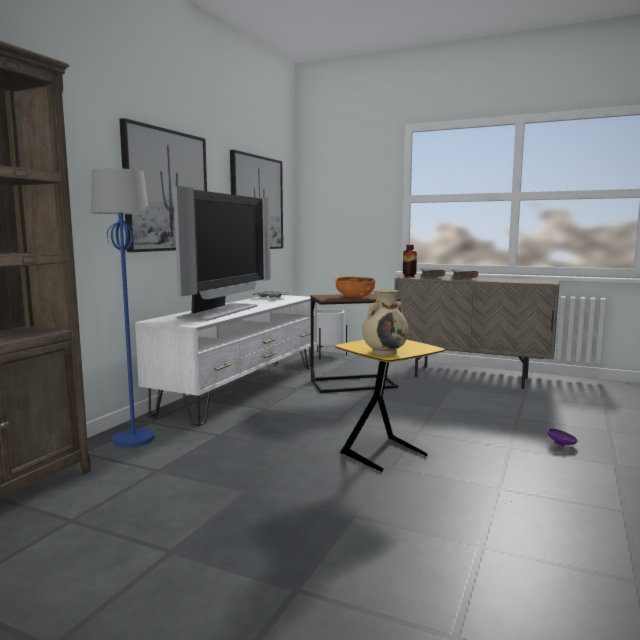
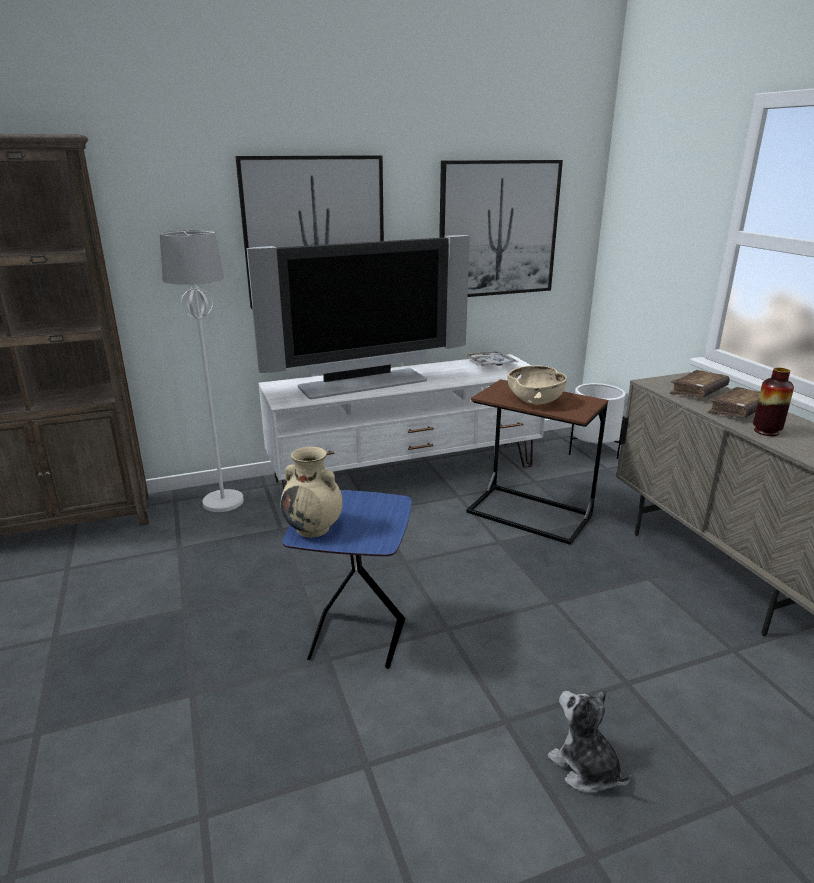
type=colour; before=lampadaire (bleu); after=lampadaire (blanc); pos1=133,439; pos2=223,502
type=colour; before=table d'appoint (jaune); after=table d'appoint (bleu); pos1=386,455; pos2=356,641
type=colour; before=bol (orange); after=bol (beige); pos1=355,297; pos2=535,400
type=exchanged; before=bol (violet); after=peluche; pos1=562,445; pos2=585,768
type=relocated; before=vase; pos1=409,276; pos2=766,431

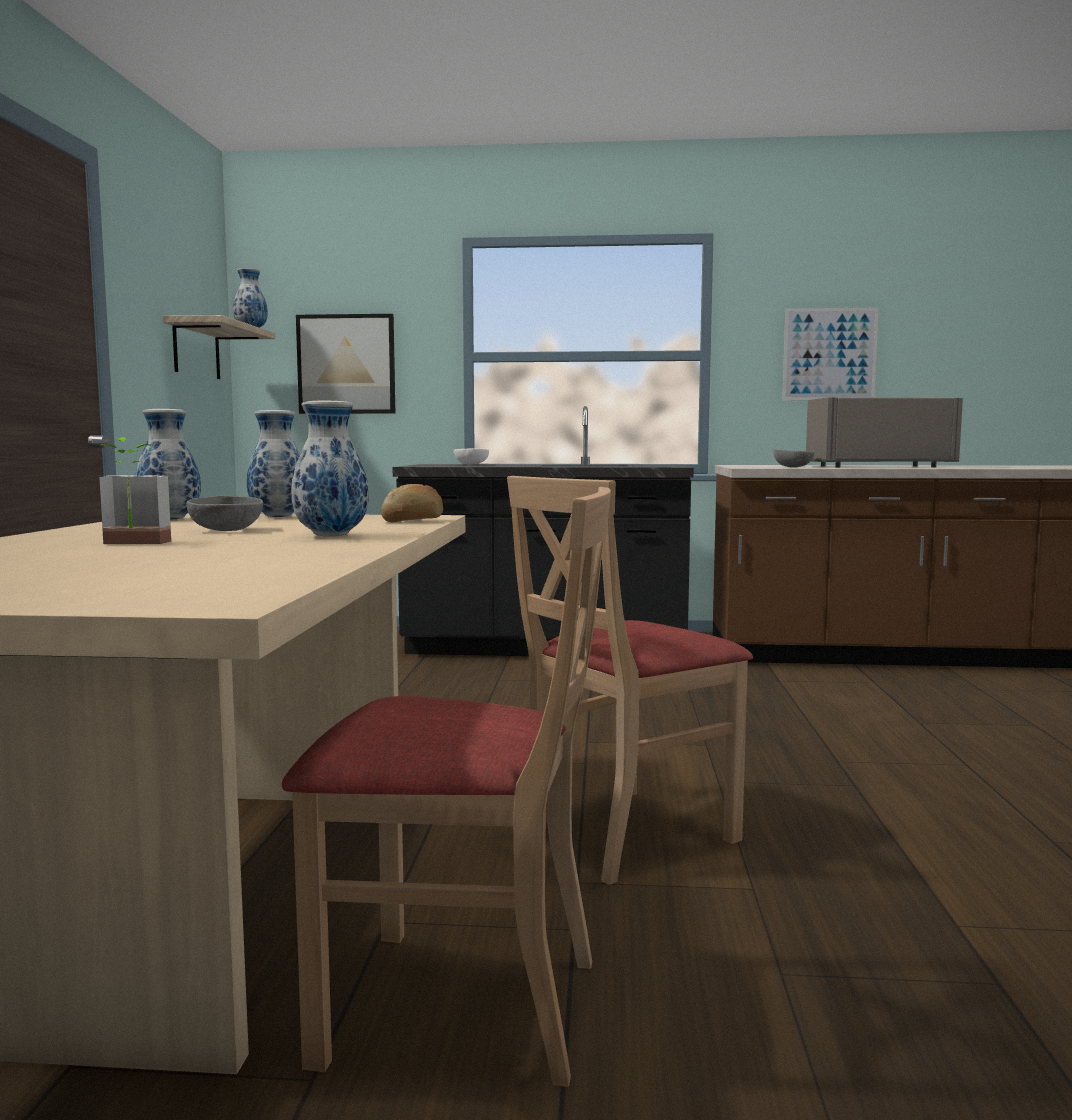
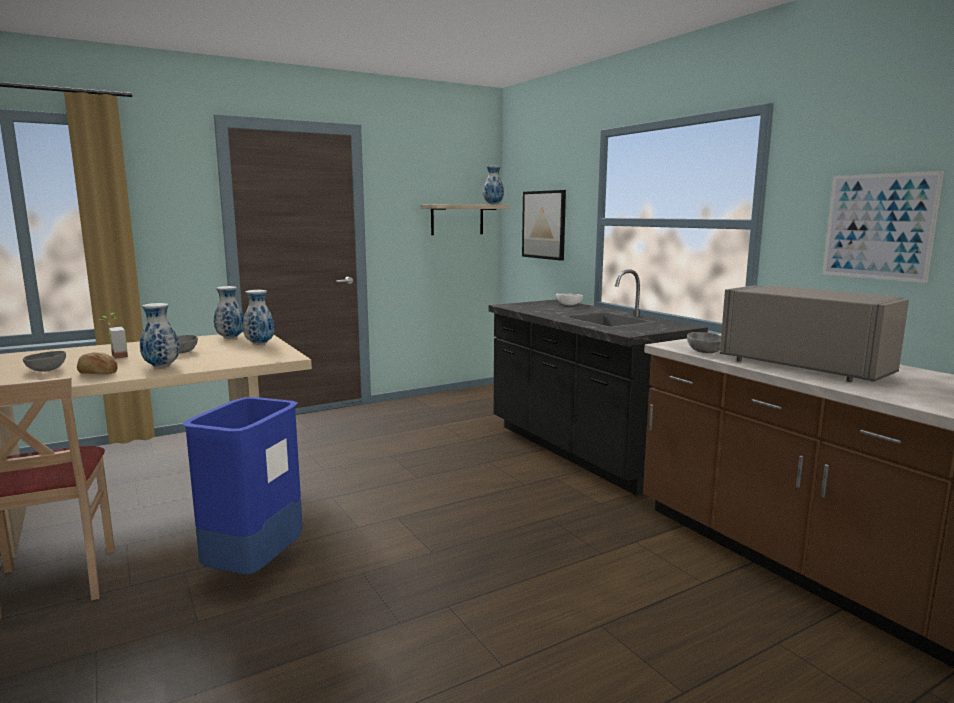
type=appeared; after=bol (gris); pos2=46,370
type=relocated; before=pain; pos1=414,521; pos2=97,374
type=exchanged; before=chaise (beige); after=poubelle (bleu); pos1=624,833; pos2=254,567

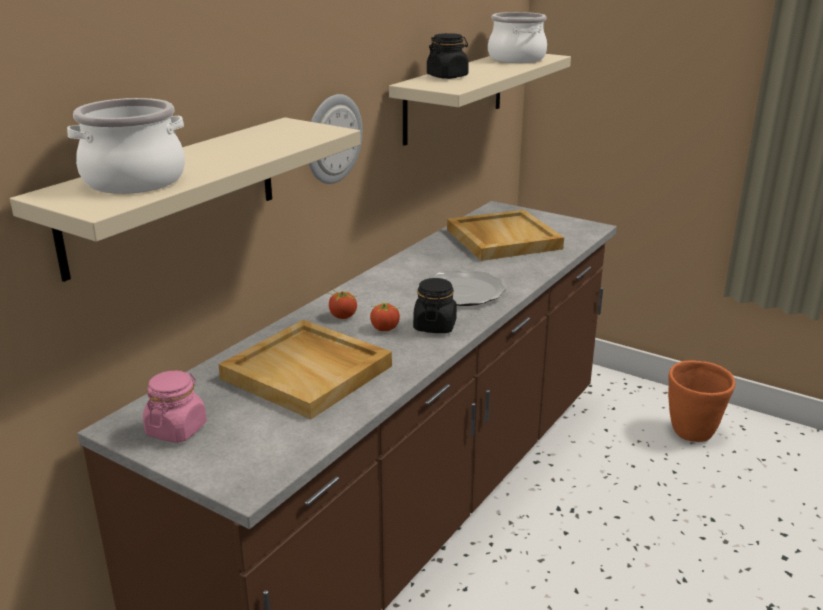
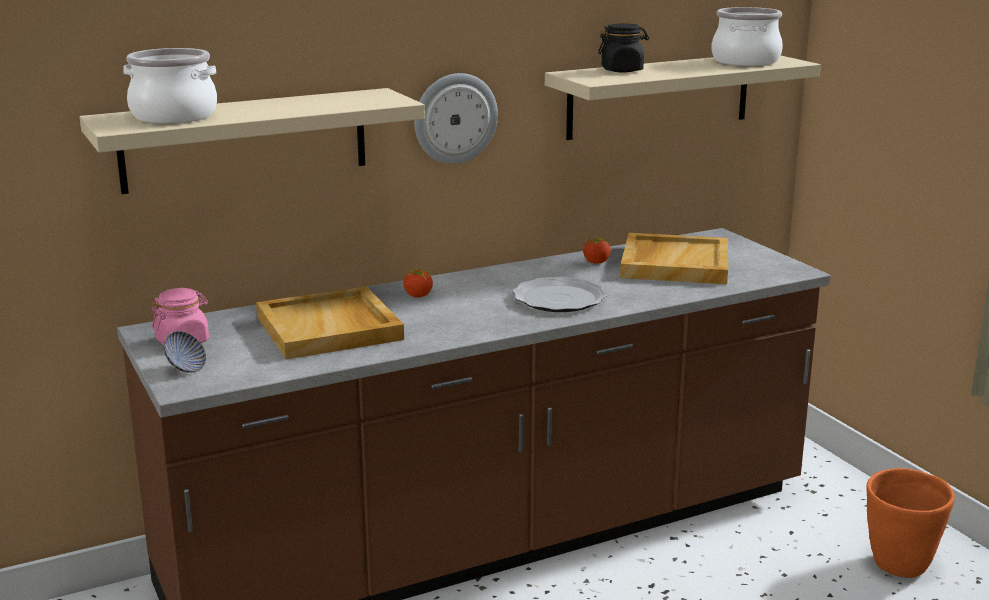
type=appeared; after=bol; pos2=186,368
type=relocated; before=tomate; pos1=385,329; pos2=596,262
type=missing; before=bocal (noir); pos1=435,326

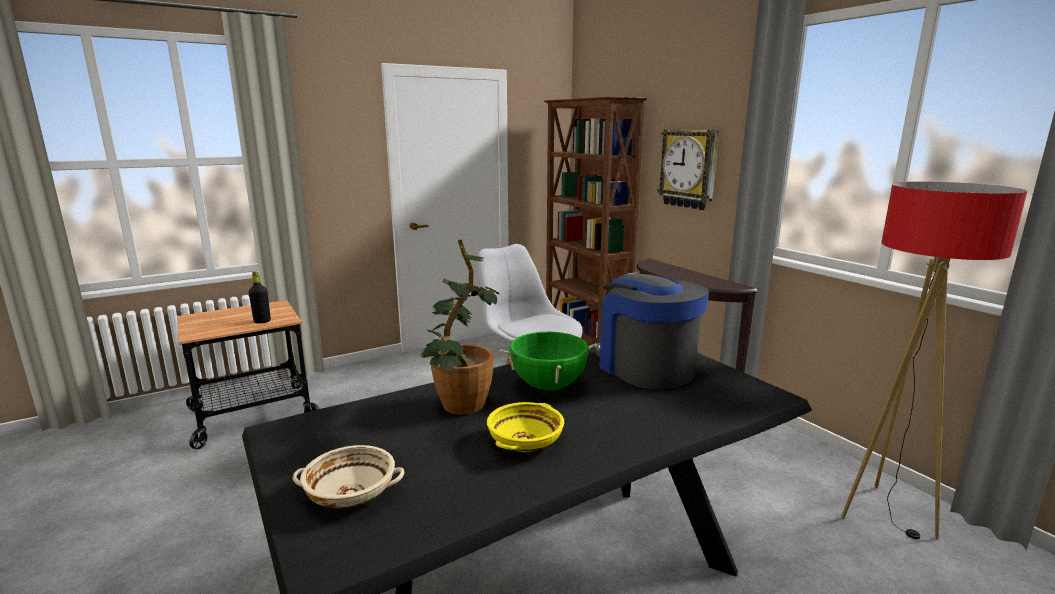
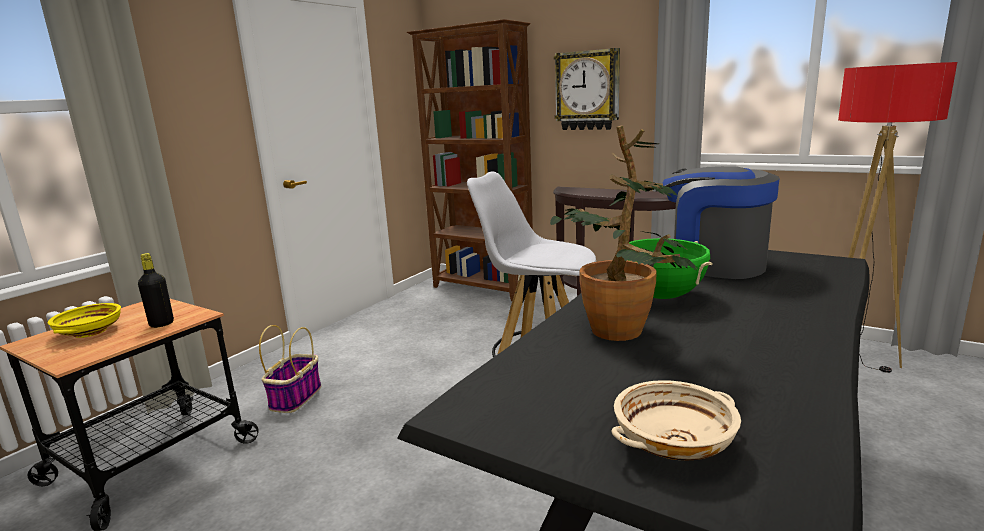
type=relocated; before=bol (jaune); pos1=525,442; pos2=90,332
type=appeared; after=panier; pos2=296,397

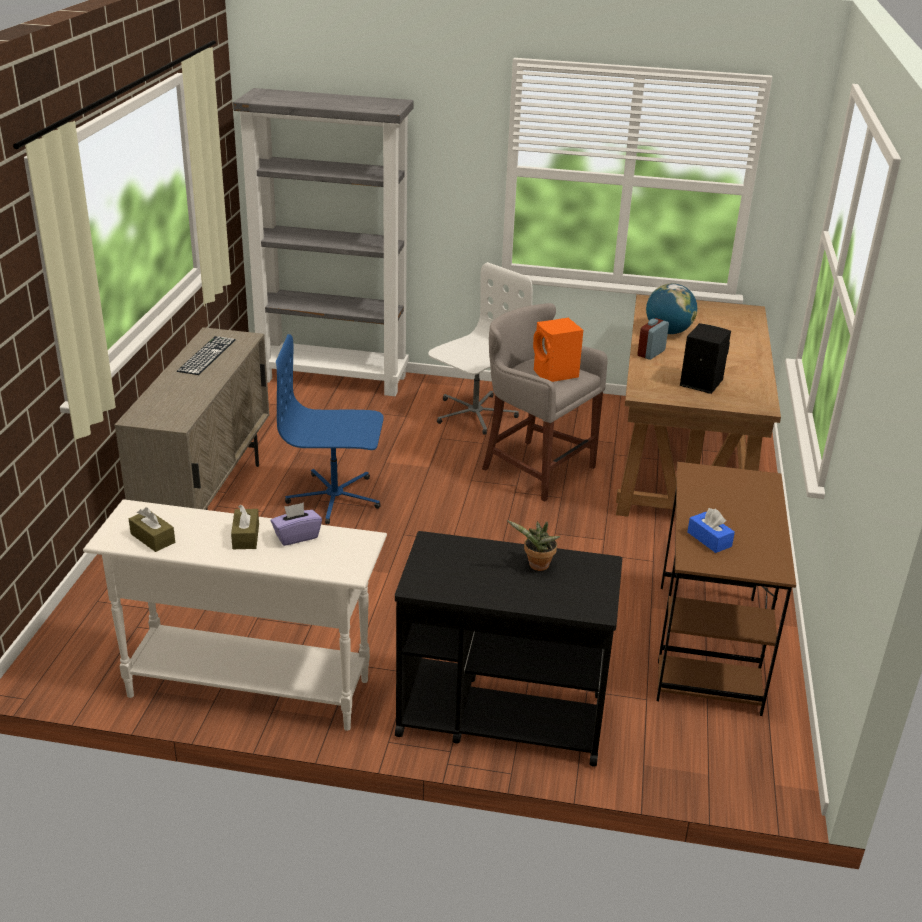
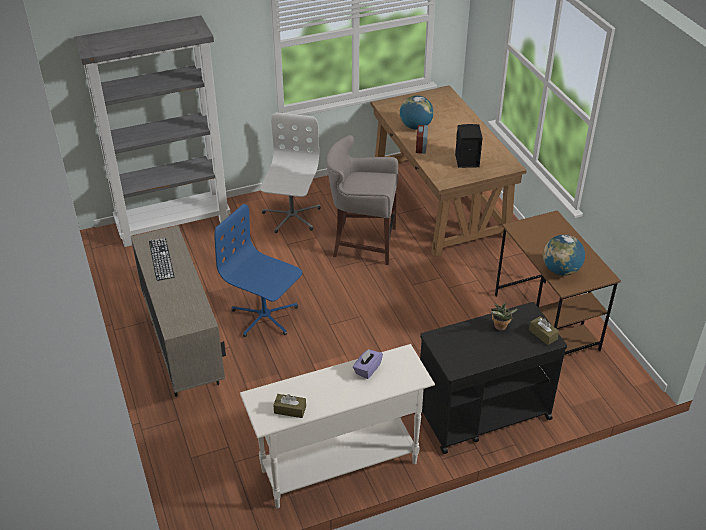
type=spun; before=chaise de bureau (bleu); pos1=335,498; pos2=264,317; turn=60
type=relocated; before=boîte à mouchoirs (marron); pos1=246,536; pos2=543,334
type=exchanged; before=boîte à mouchoirs (bleu); after=globe; pos1=709,539; pos2=561,270
type=missing; before=enceinte (orange); pos1=556,374

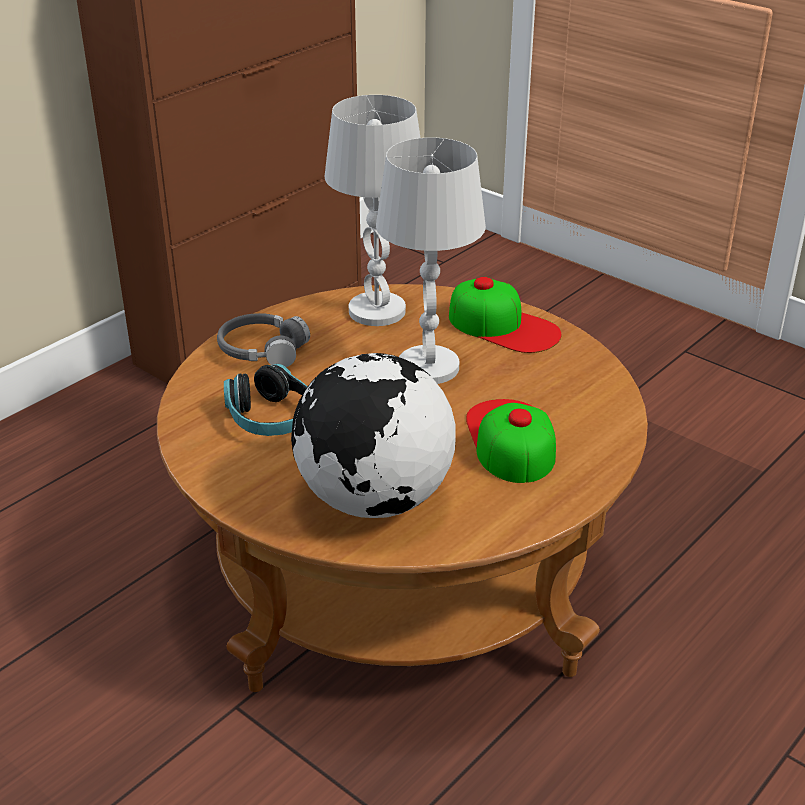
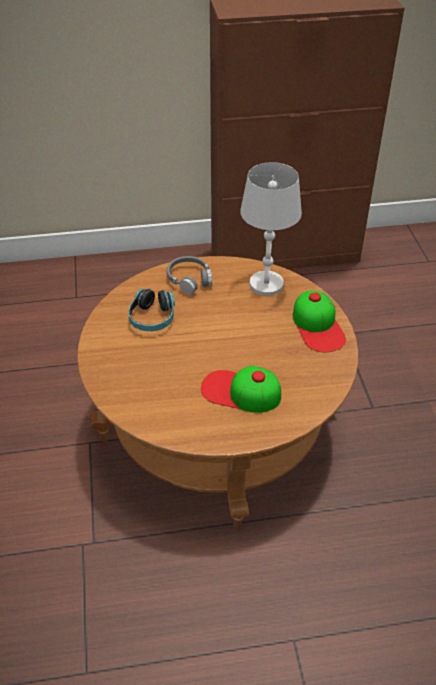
type=spun; before=casquette; pos1=510,439; pos2=240,391; turn=-105
type=missing; before=globe; pos1=374,500
type=missing; before=lampe de table (blanc); pos1=428,367

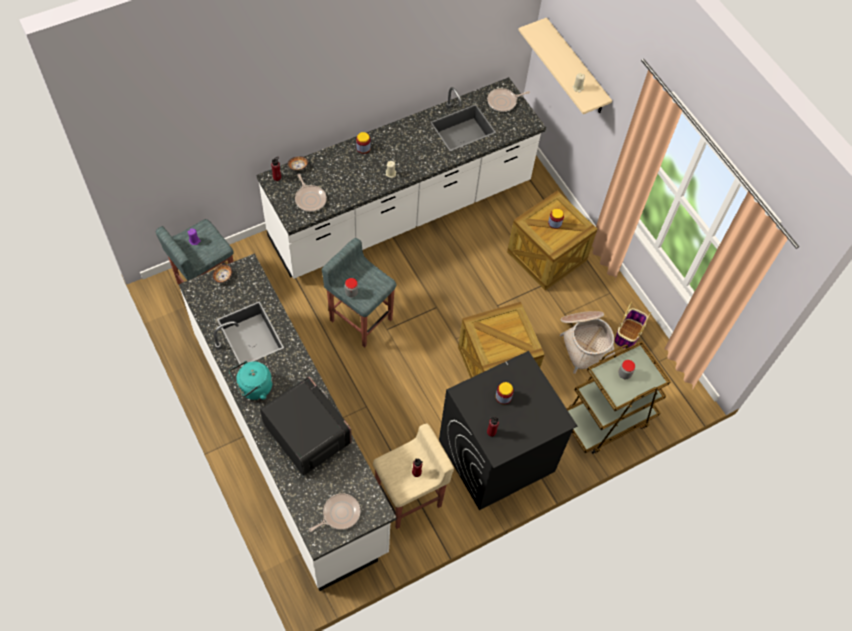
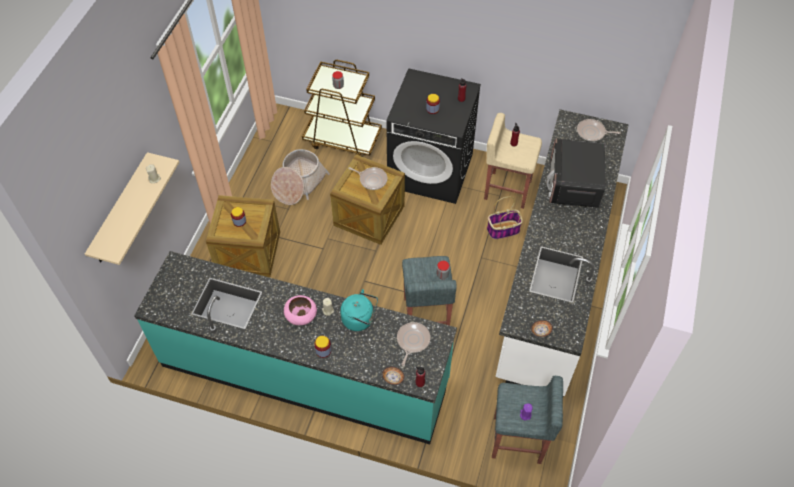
type=colour; before=comptoir de cuisine (blanc); after=comptoir de cuisine (turquoise); pos1=401,212; pos2=305,372
type=appeared; after=bol (rose); pos2=301,315
type=relocated; before=bouilloire (turquoise); pos1=253,388; pos2=360,319
type=relocated; before=poêle; pos1=503,102; pos2=372,179
type=relocated; before=panier; pos1=628,334; pos2=503,230

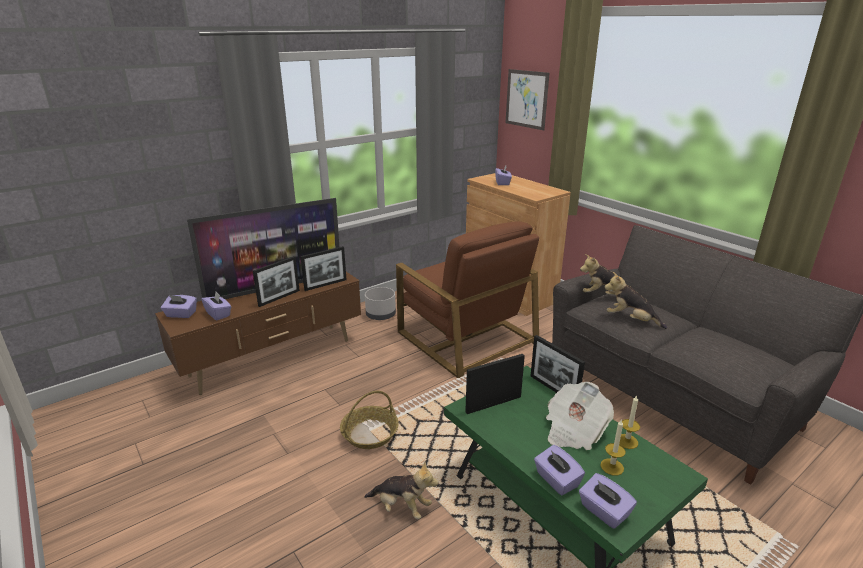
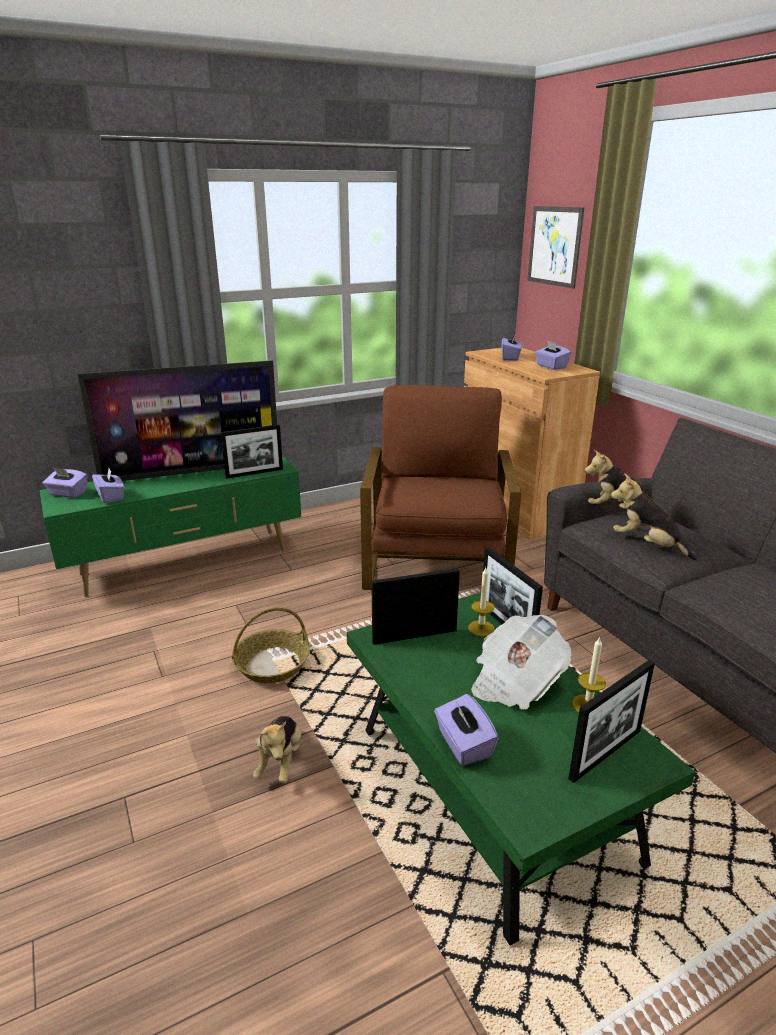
type=colour; before=meuble télé (marron); after=meuble télé (vert); pos1=273,358; pos2=186,562
type=spun; before=peluche; pos1=402,507; pos2=280,761; turn=60
type=spun; before=fauteuil (marron); pos1=465,336; pos2=437,558; turn=-150
type=relocated; before=bougie; pos1=612,467; pos2=481,628
type=relocated; before=boîte à mouchoirs (violet); pos1=604,512; pos2=551,366
type=relocated; before=cadre photo; pos1=279,298; pos2=605,754
type=missing; before=cache-pot (gris); pos1=381,315

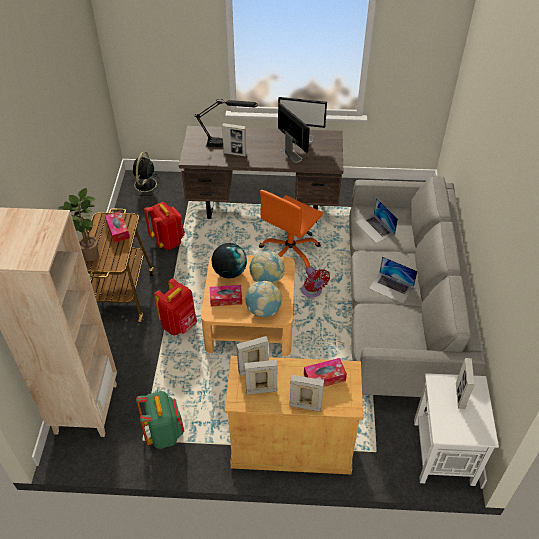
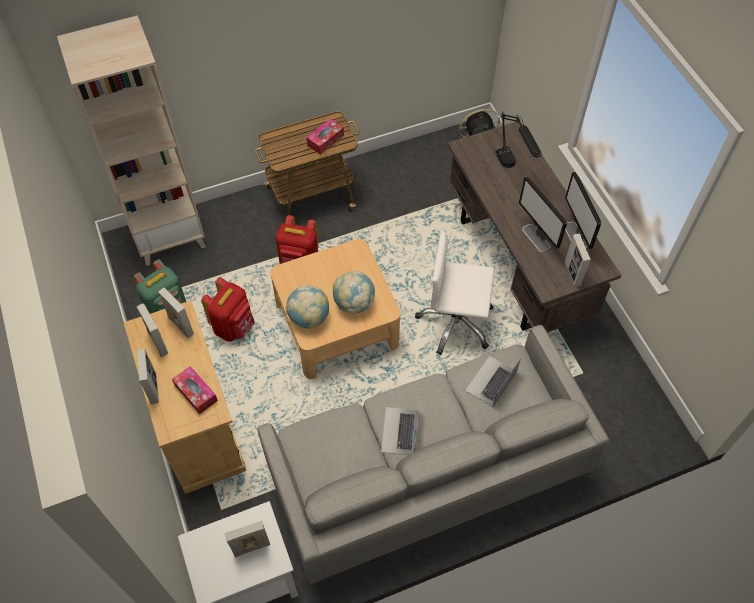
type=relocated; before=sac à dos (rouge); pos1=168,241; pos2=234,326
type=colour; before=chaise de bureau (orange); after=chaise de bureau (blanc); pos1=290,253; pos2=455,323
type=spun; before=écran d'ordinateur; pos1=291,154; pos2=536,238; turn=120
type=relocated; before=cadre photo; pos1=235,153; pos2=572,274
type=missing; before=plante en pot; pos1=89,254
type=missing; before=boîte à mouchoirs; pos1=226,299
type=missing; before=globe; pos1=229,272
type=missing; before=ventilateur (rouge); pos1=312,292

